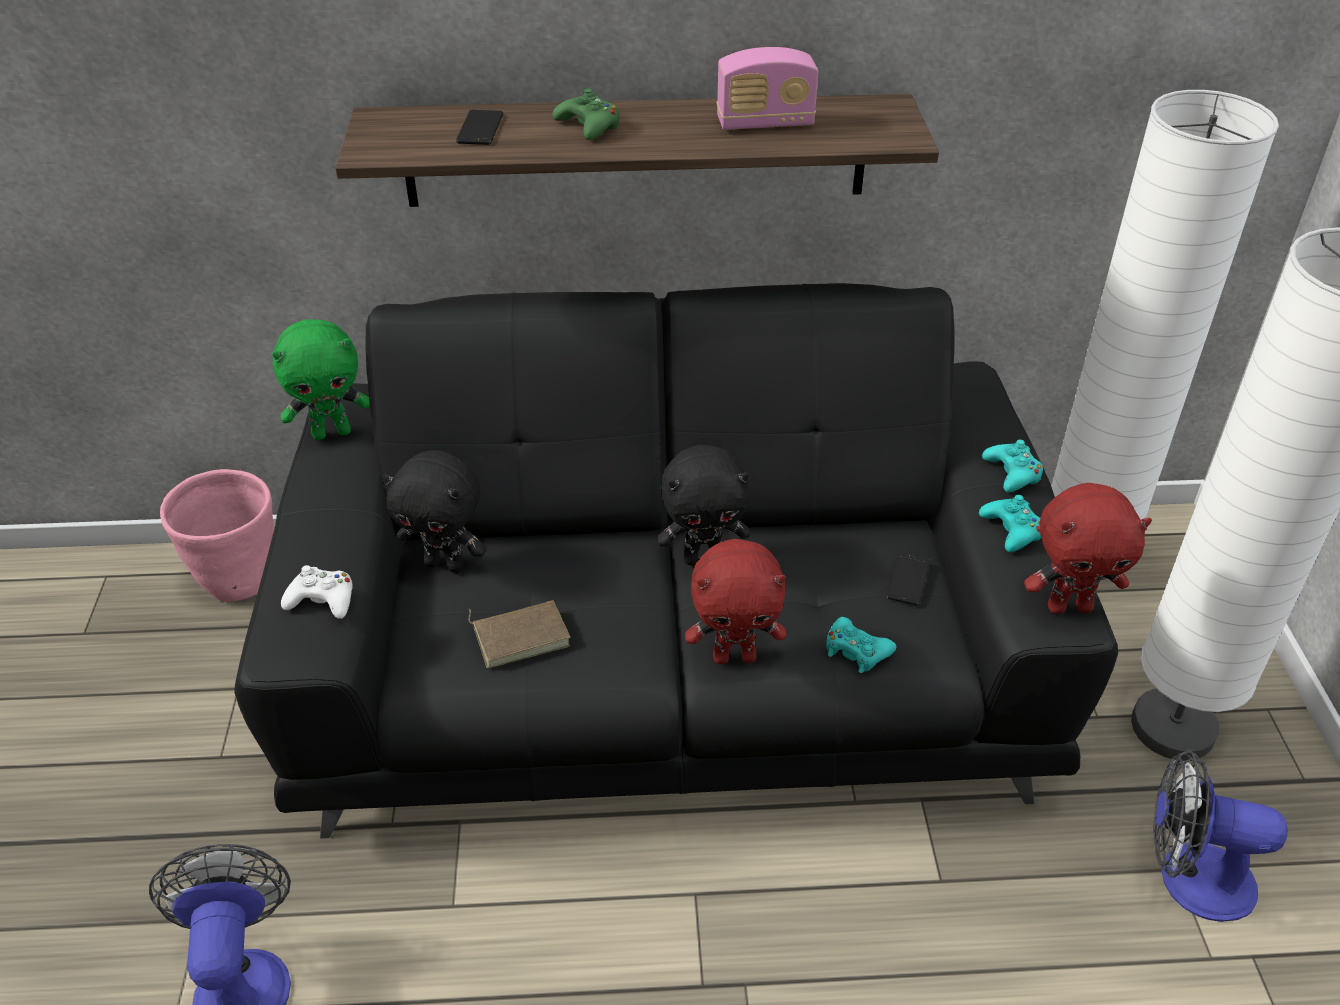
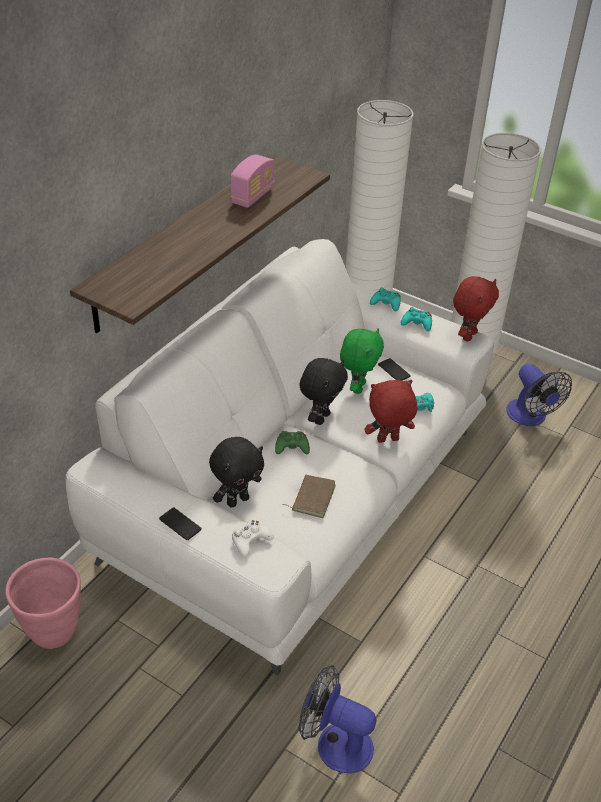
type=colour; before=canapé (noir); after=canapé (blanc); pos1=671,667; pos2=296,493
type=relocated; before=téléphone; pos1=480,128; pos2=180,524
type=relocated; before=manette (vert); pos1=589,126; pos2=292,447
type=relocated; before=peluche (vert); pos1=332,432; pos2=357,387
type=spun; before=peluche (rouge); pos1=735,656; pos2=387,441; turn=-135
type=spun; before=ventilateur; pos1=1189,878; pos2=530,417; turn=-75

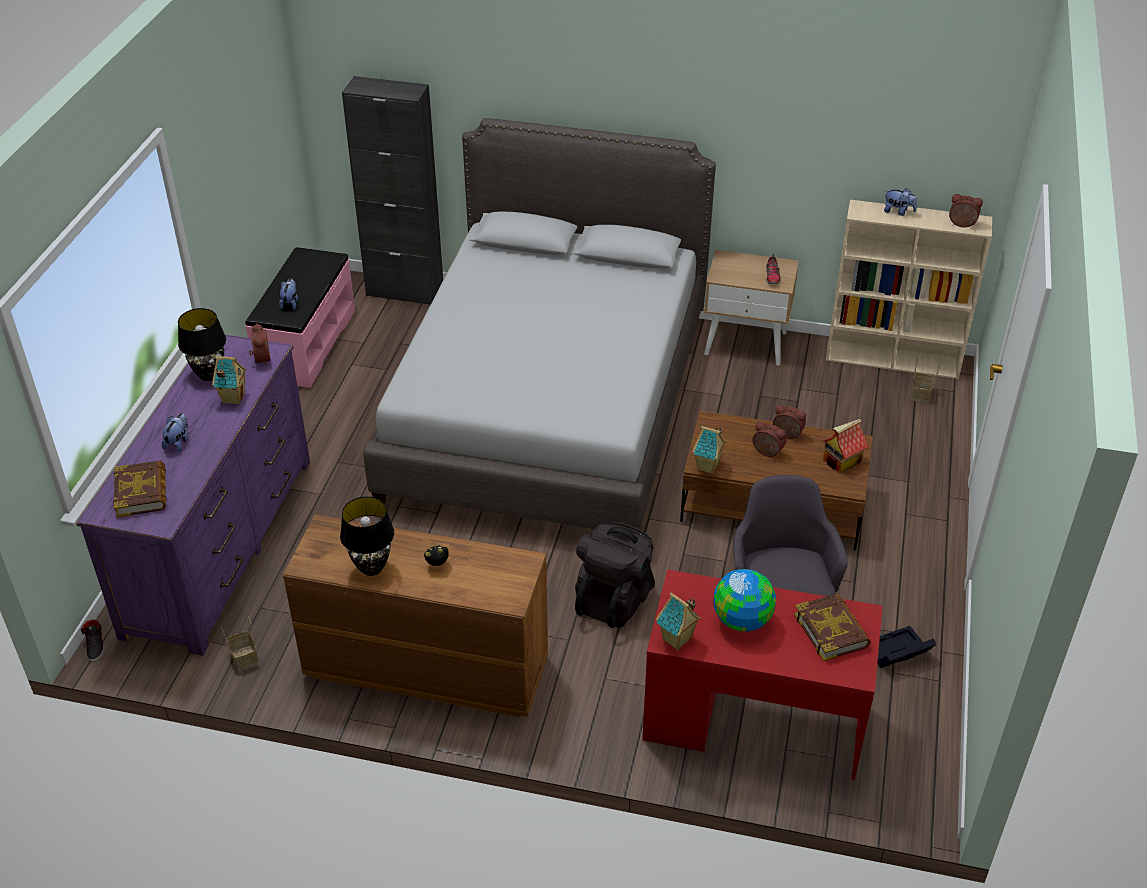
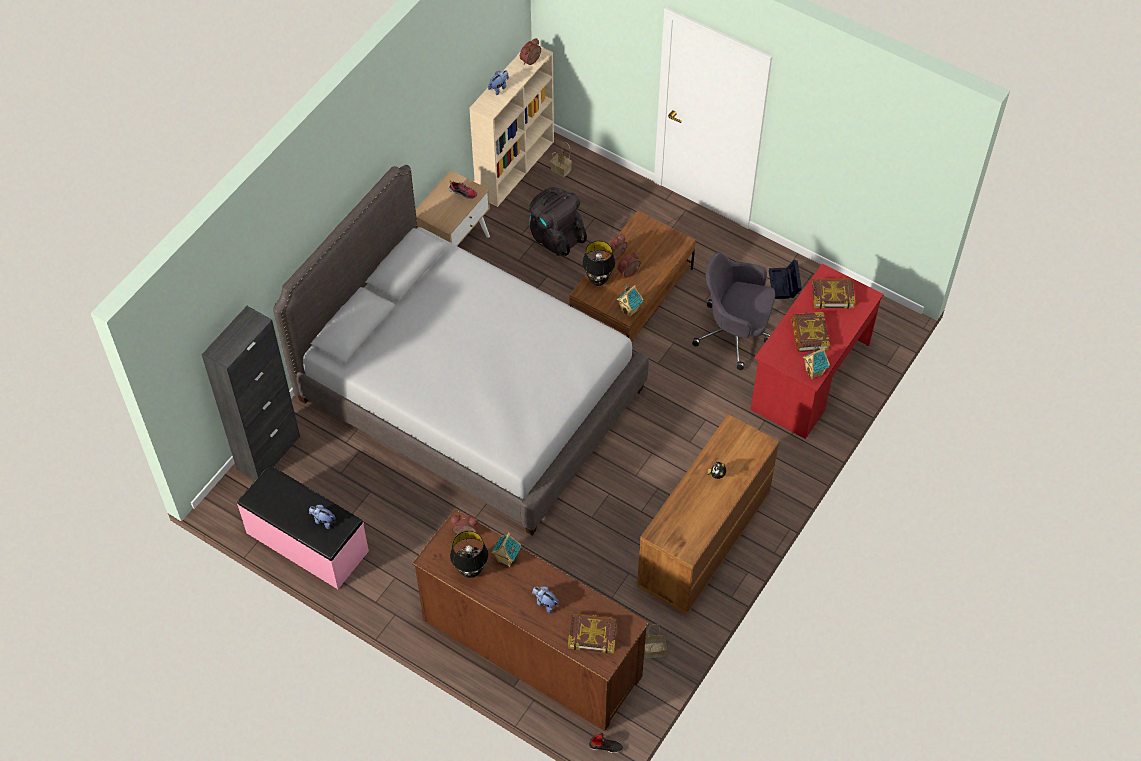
type=colour; before=commode (violet); after=commode (marron); pos1=220,544; pos2=531,648
type=relocated; before=sac à dos (noir); pos1=614,599; pos2=555,236
type=relocated; before=lampe de table (noir); pos1=372,568; pos2=598,280
type=exchanged; before=globe; after=livre; pos1=742,620; pos2=809,334
type=missing; before=maison miniature; pos1=842,461

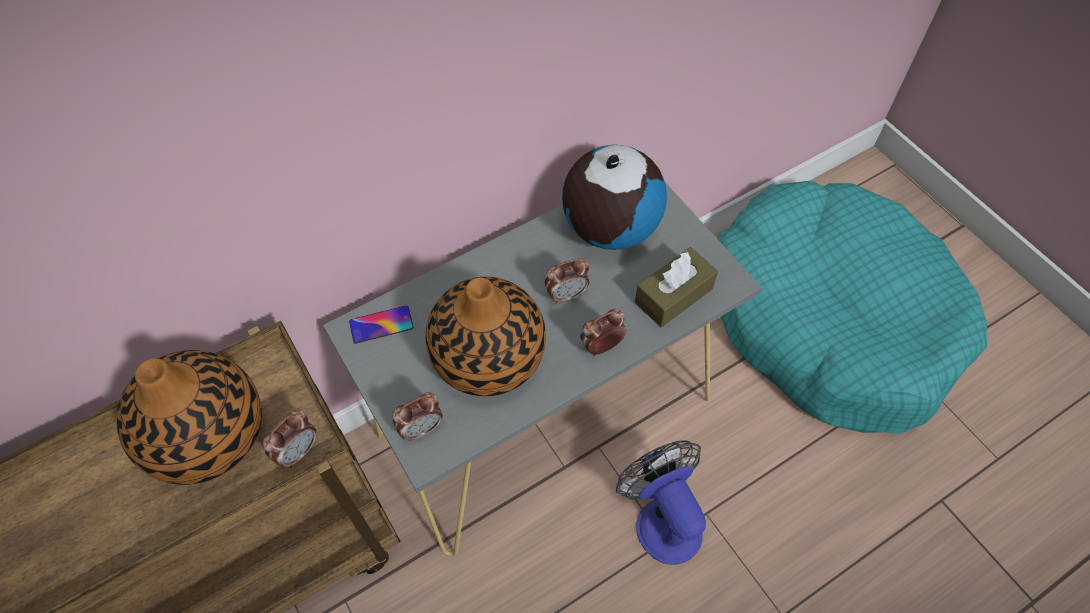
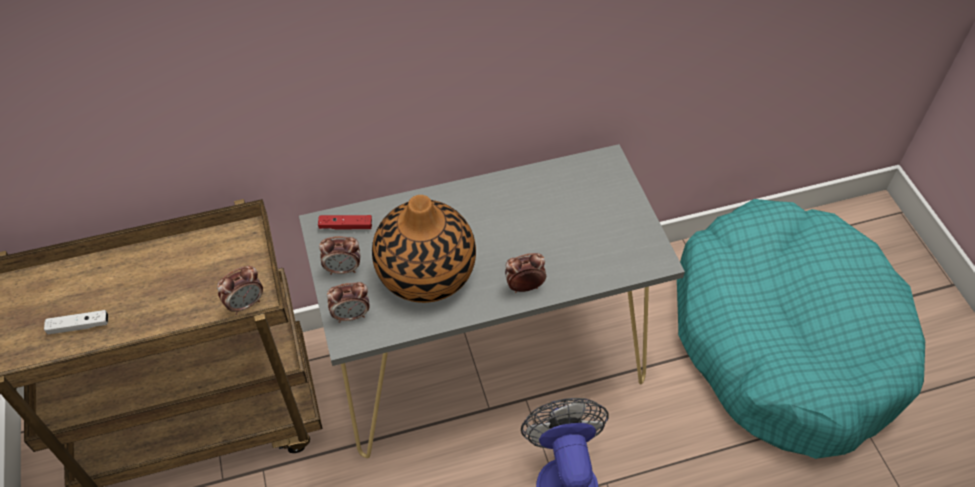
type=appeared; after=manette (blanc); pos2=79,326
type=exchanged; before=téléphone; after=manette (rouge); pos1=381,325; pos2=346,226
type=relocated; before=réveil; pos1=566,294; pos2=343,269
type=missing; before=vase; pos1=208,434
type=missing; before=globe; pos1=609,229
type=missing; before=boîte à mouchoirs (marron); pos1=673,295

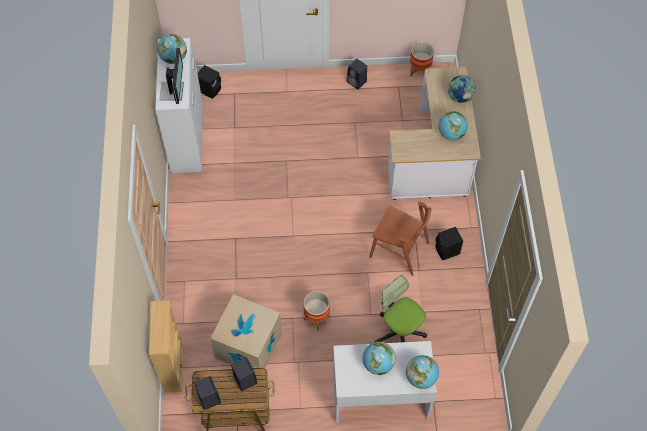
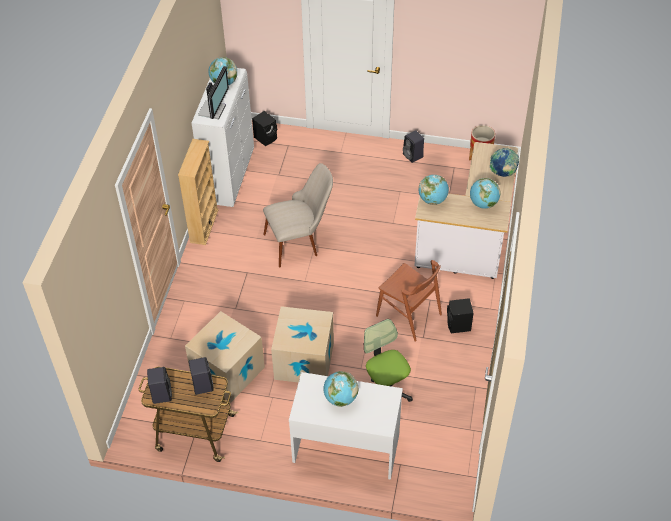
type=relocated; before=bibliothèque (beige); pos1=174,368; pos2=204,226
type=appeared; after=chaise (beige); pos2=299,241
type=exchanged; before=cache-pot; after=carton; pos1=316,318; pos2=304,361
type=relocated; before=globe; pos1=421,377; pos2=432,200

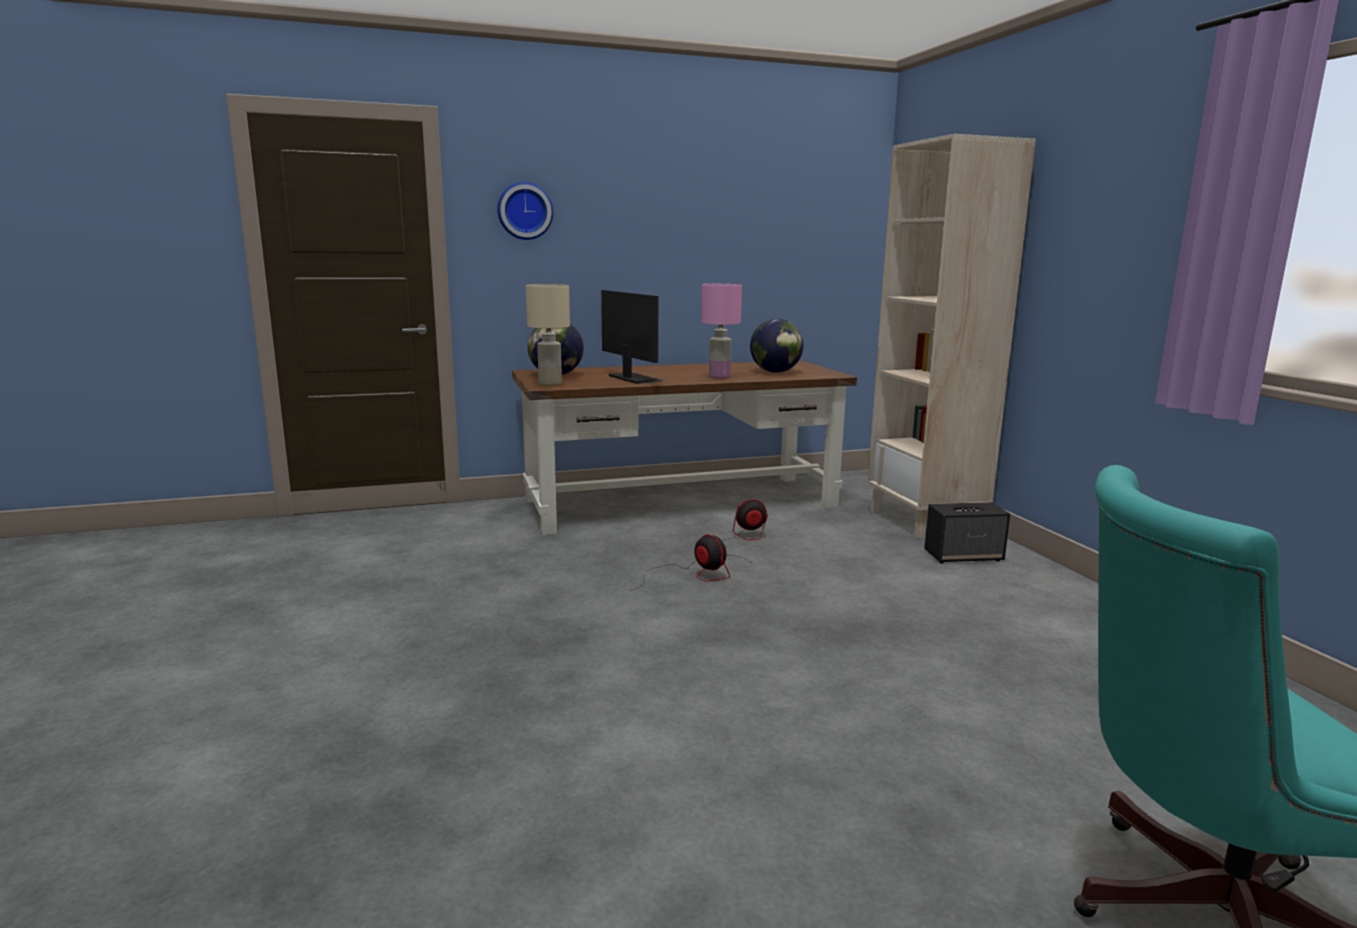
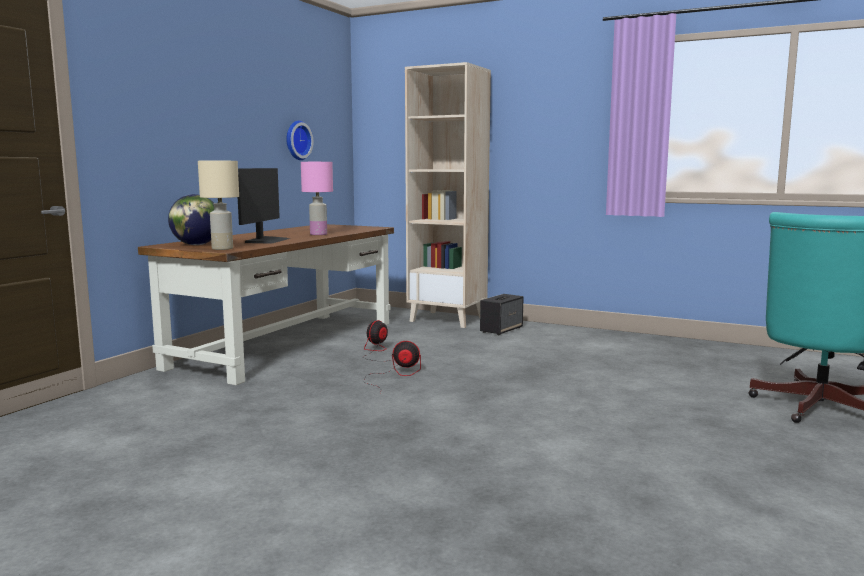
type=spun; before=écran d'ordinateur; pos1=634,378; pos2=267,240; turn=90
type=relocated; before=horloge murale; pos1=524,211; pos2=296,140
type=missing; before=globe; pos1=775,372

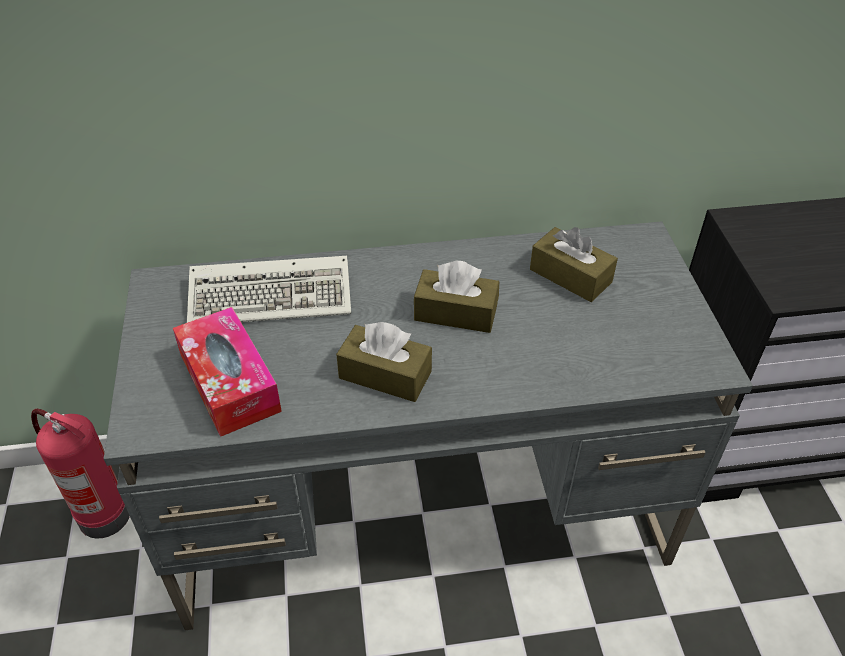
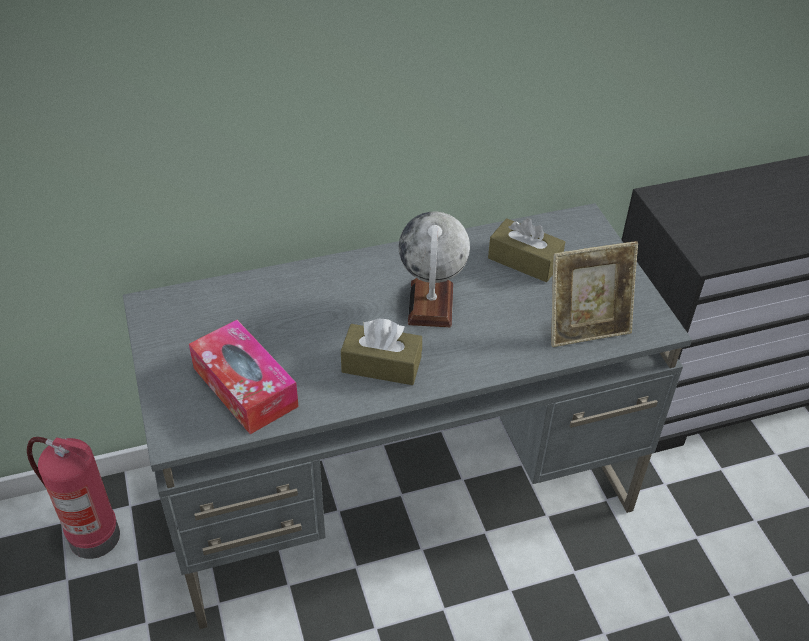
type=exchanged; before=boîte à mouchoirs (marron); after=globe; pos1=455,313; pos2=431,304
type=appeared; after=cadre photo; pos2=586,329
type=missing; before=clavier; pos1=275,295

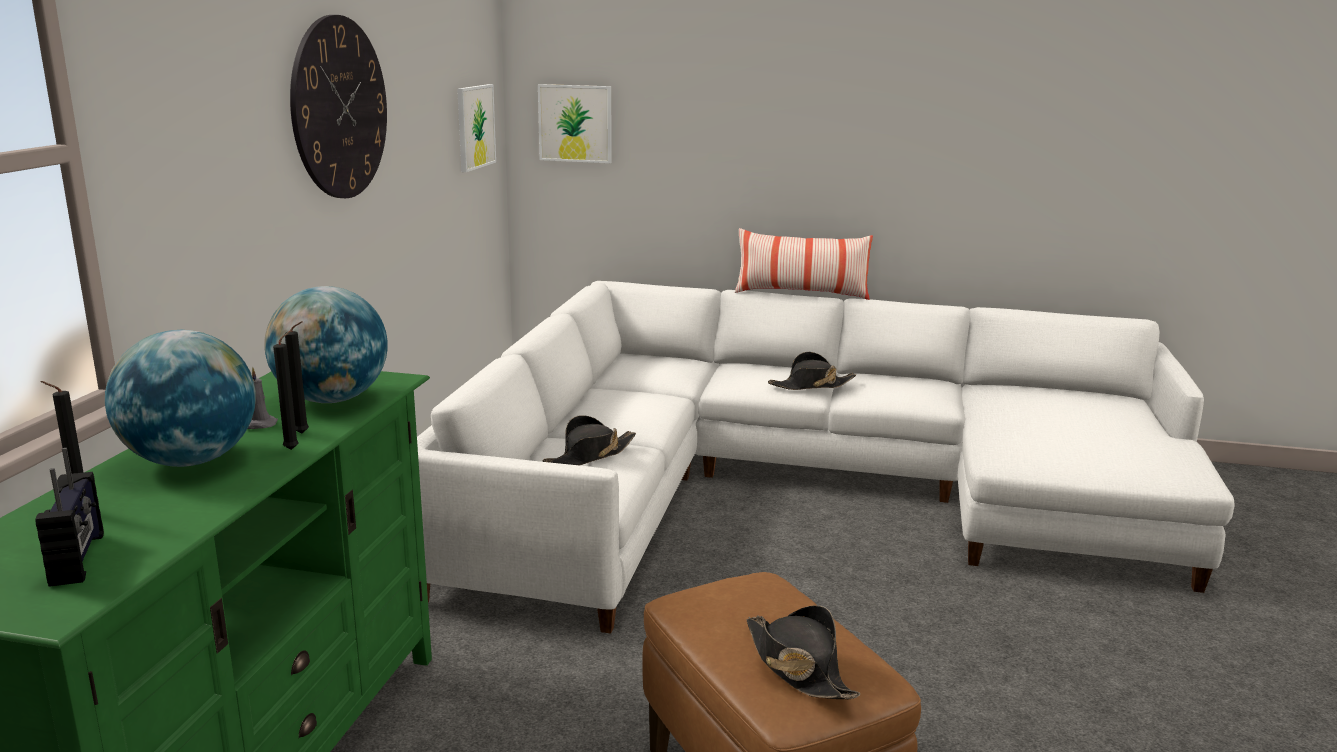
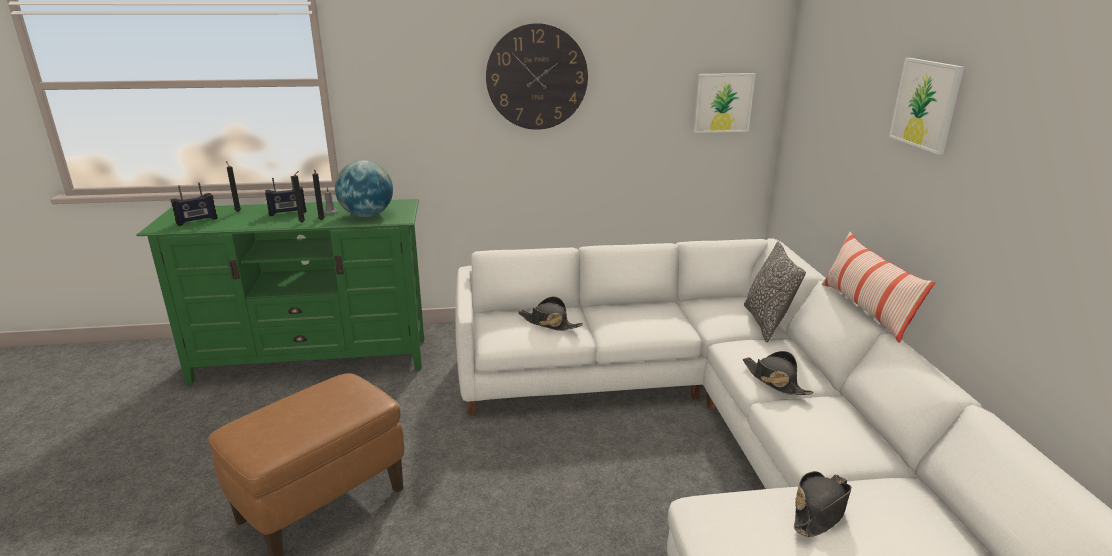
type=exchanged; before=globe; after=radio; pos1=191,460; pos2=287,212
type=appeared; after=coussin; pos2=766,323
type=relocated; before=chapeau (noir); pos1=797,666; pos2=820,510
type=relocated; before=tableau; pos1=575,123; pos2=926,104

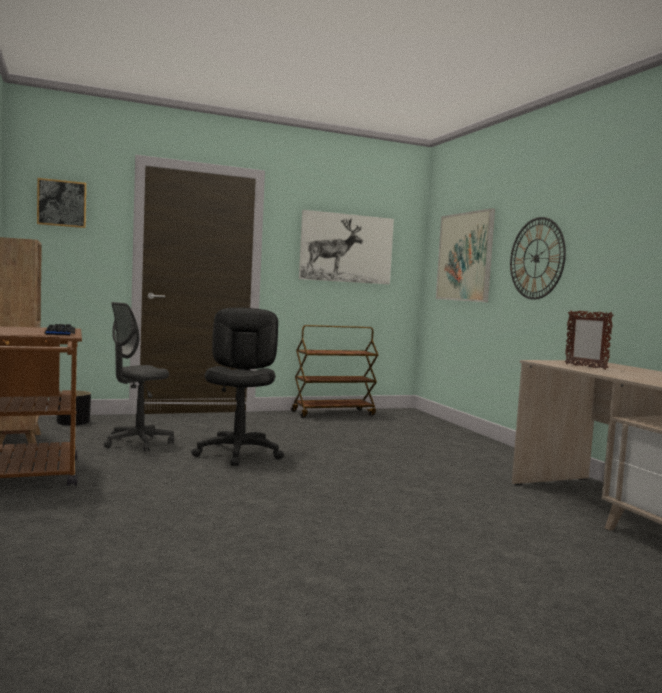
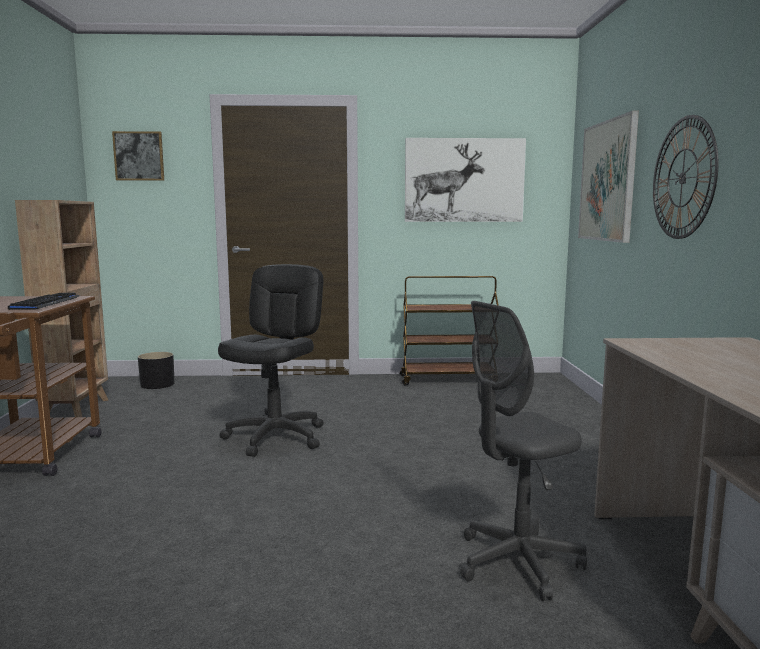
type=relocated; before=chaise de bureau (gris); pos1=137,443; pos2=517,563
type=missing; before=cadre photo; pos1=585,367

